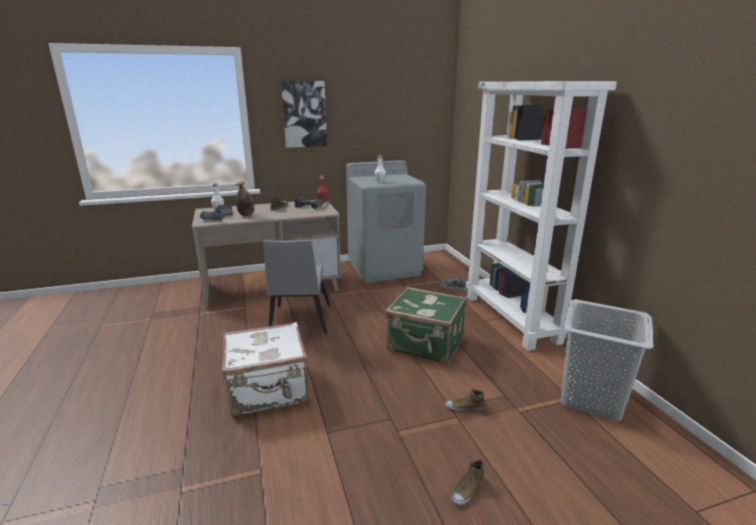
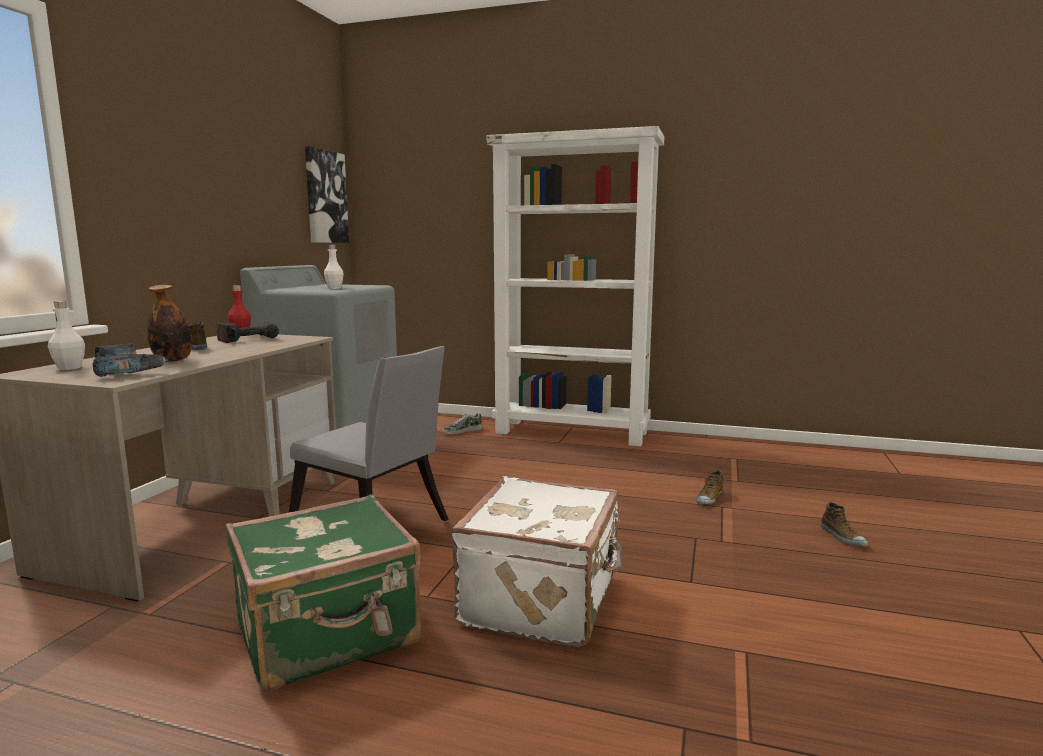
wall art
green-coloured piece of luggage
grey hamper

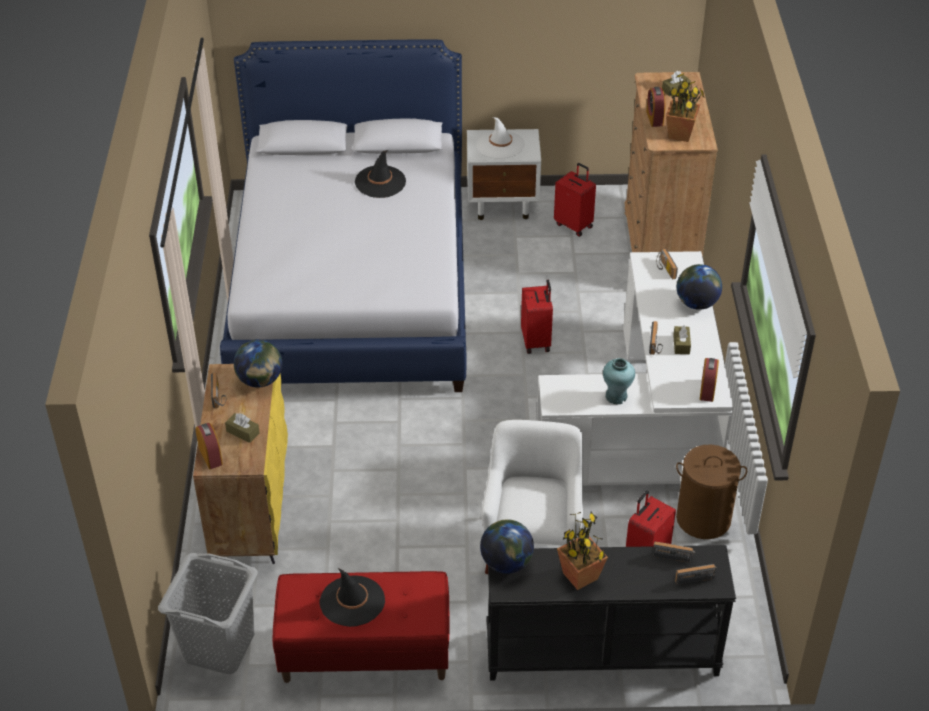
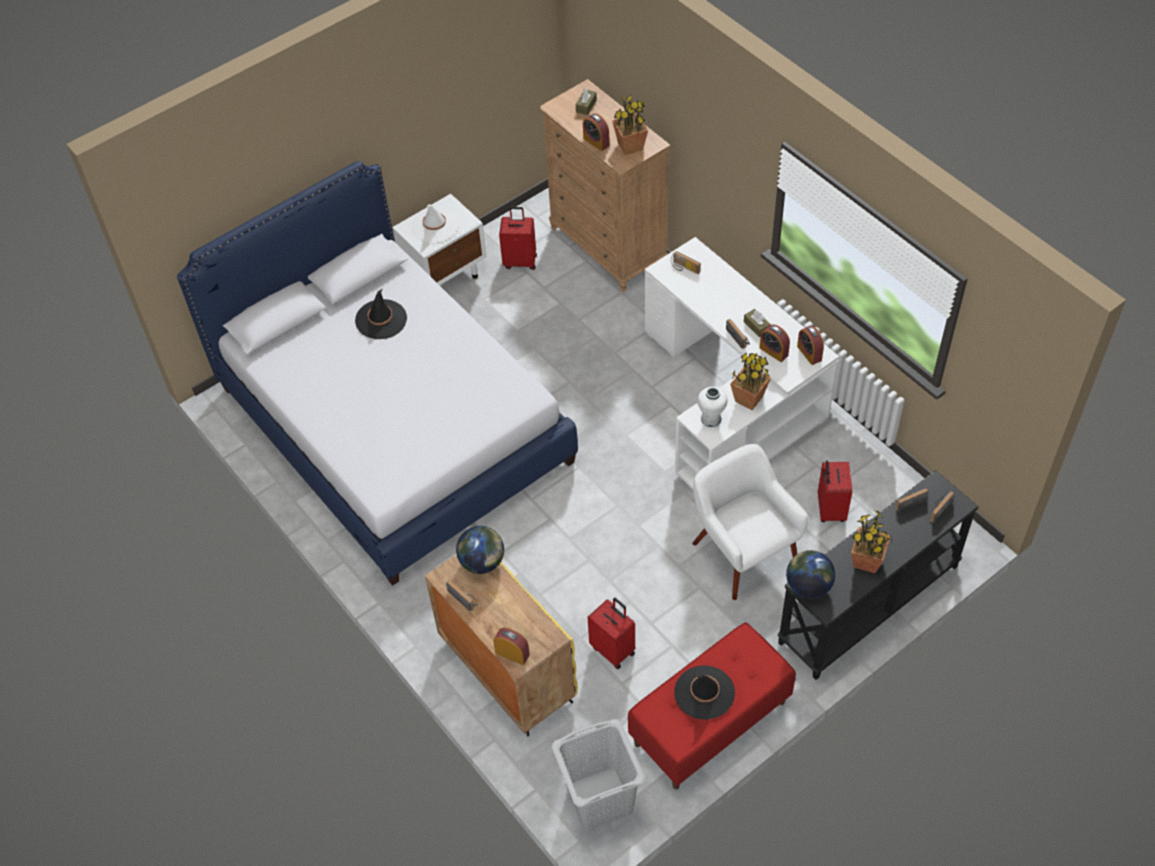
world globe (no. 3 from left in the first image)
red-coloured piece of luggage (no. 2 from left)
houseplant (no. 2 from left)
brown tissue holder (no. 1 from left in the first image)
brown hamper
bedside clock (no. 3 from left)
whitish vase

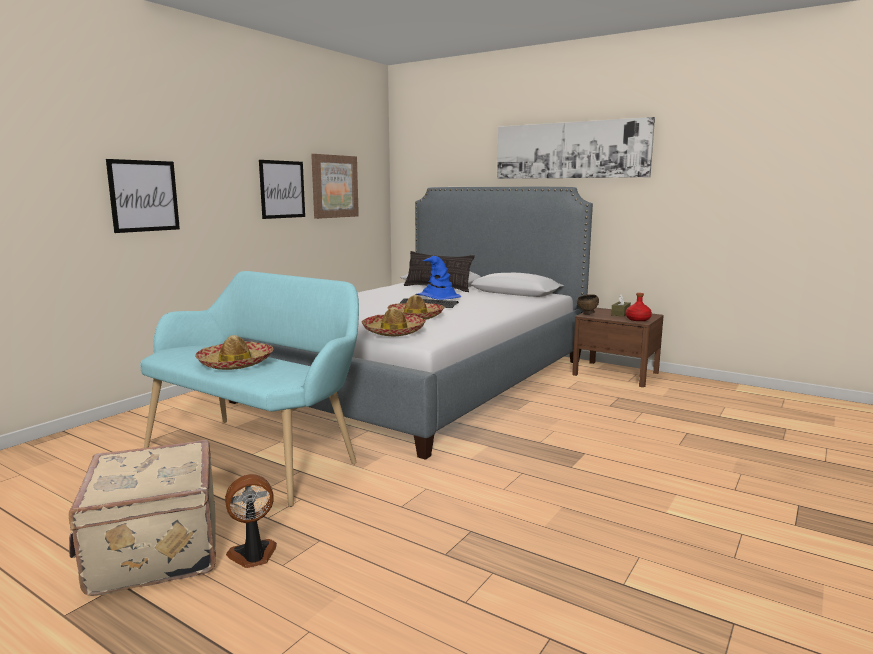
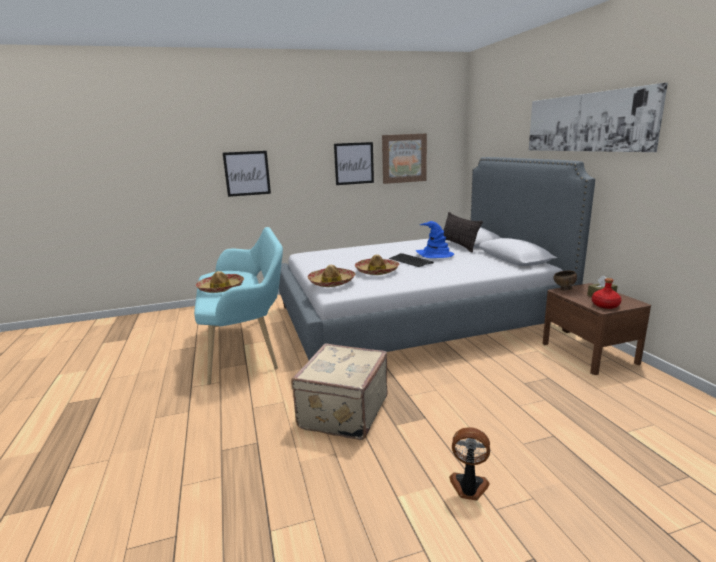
beige-coloured piece of luggage
cooling fan

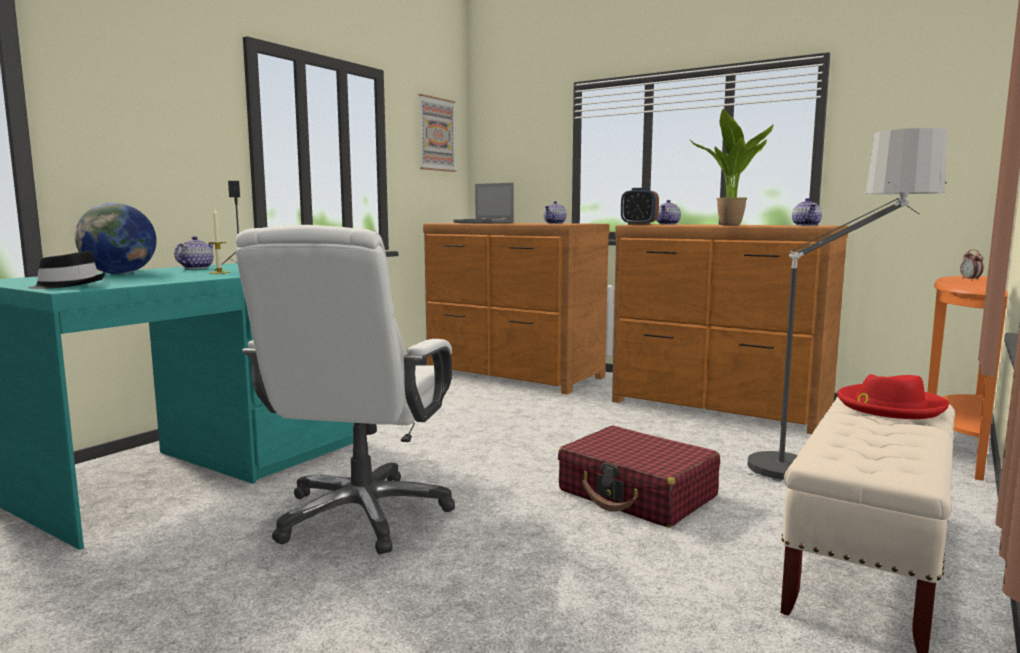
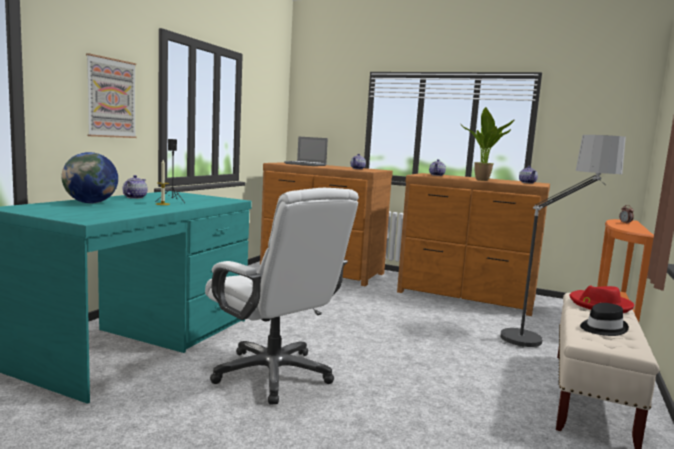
wall art
bedside clock (no. 1 from left in the first image)
whitish desk chair
black-coloured clothing hat
red-coloured piece of luggage

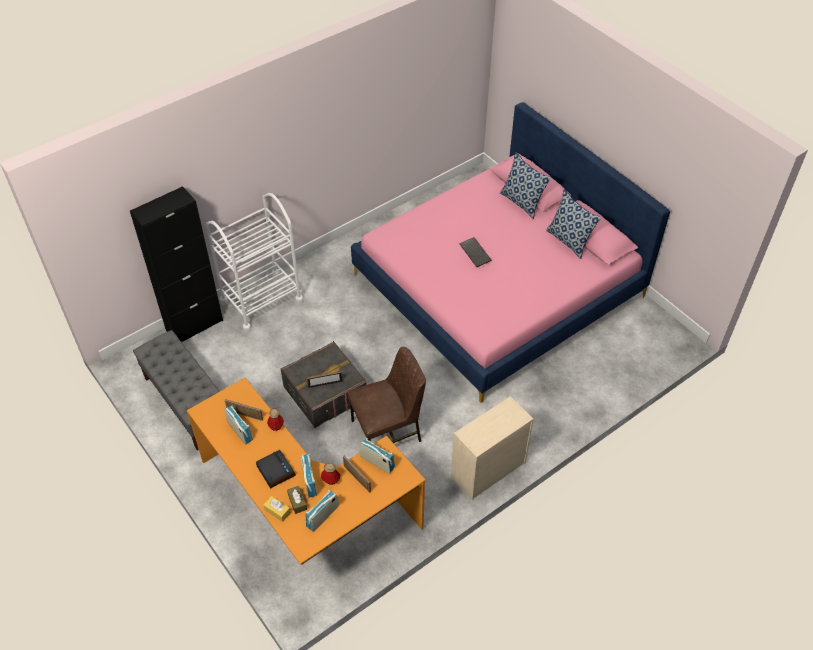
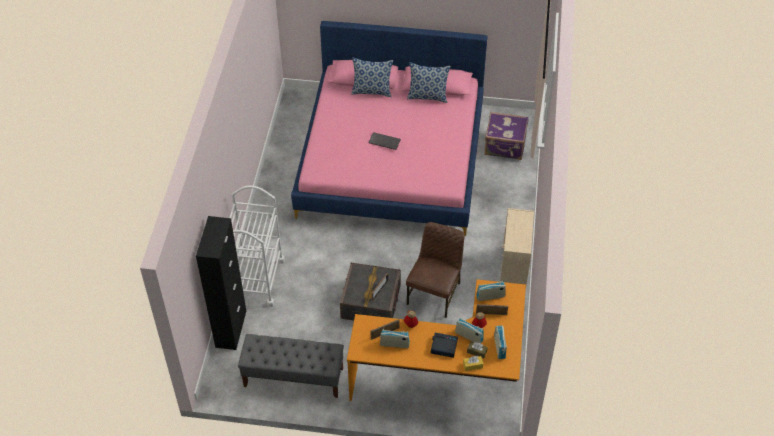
purple piece of luggage

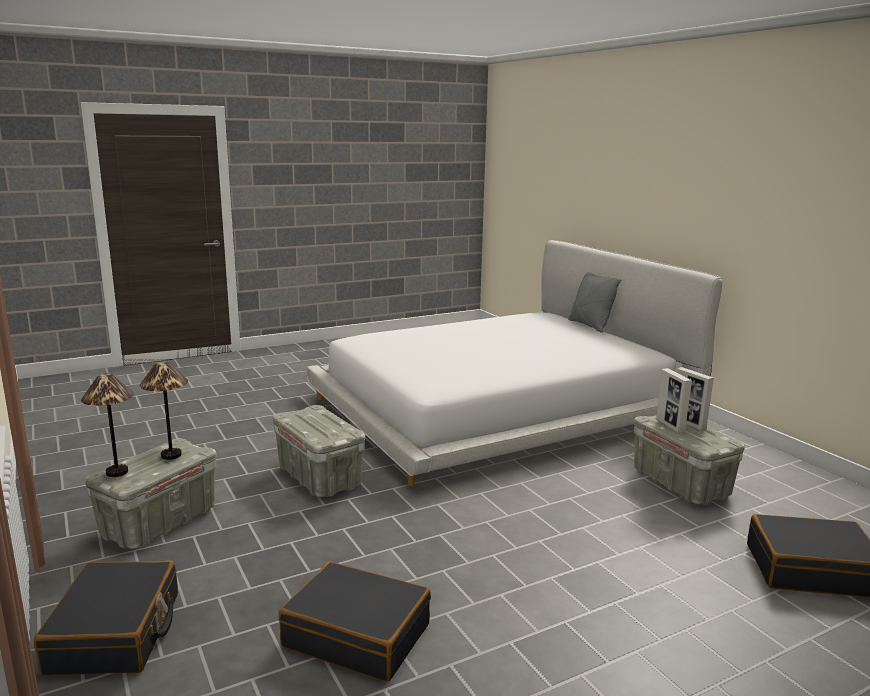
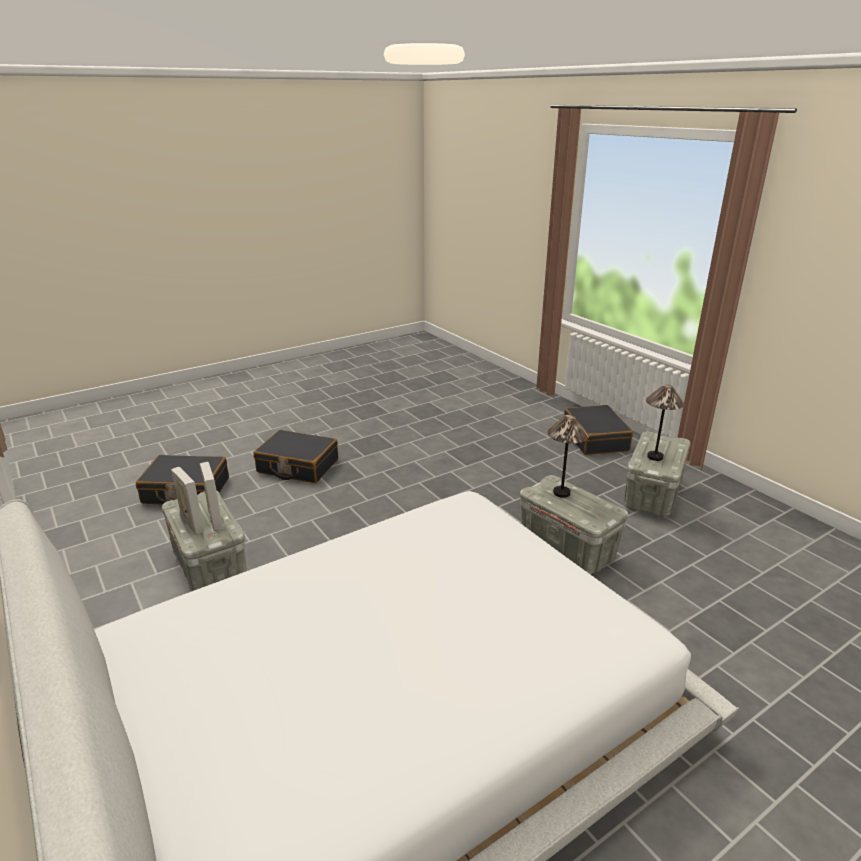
grey throw pillow
lamp for a table (no. 1 from left)
black-coloured piece of luggage (no. 2 from left)

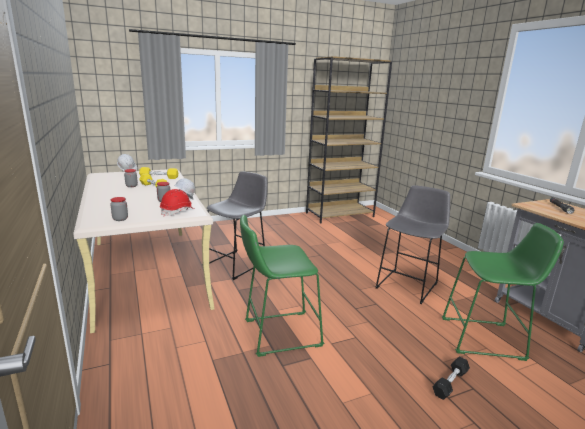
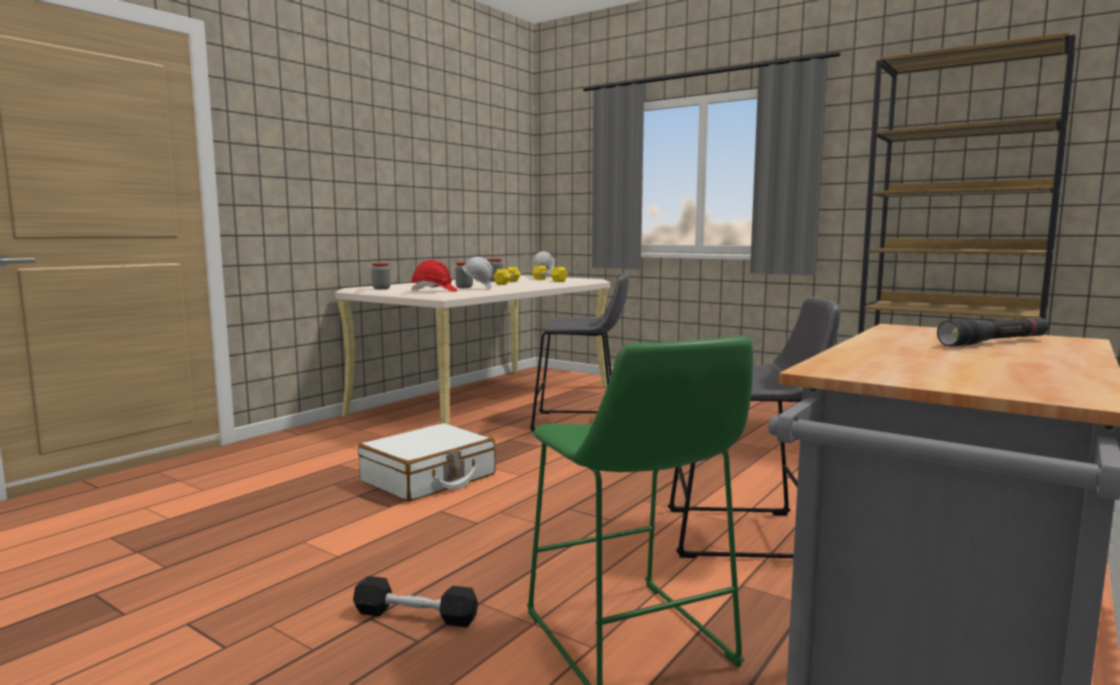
whitish piece of luggage

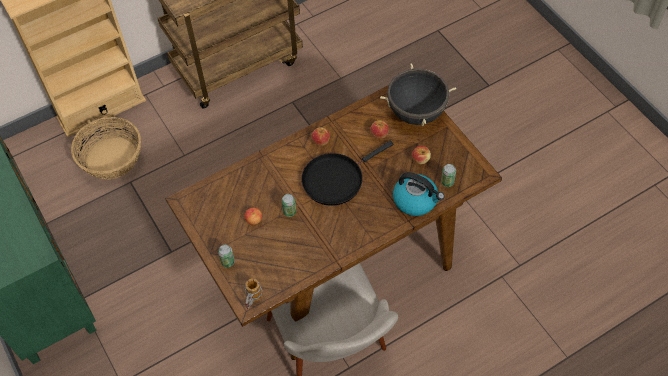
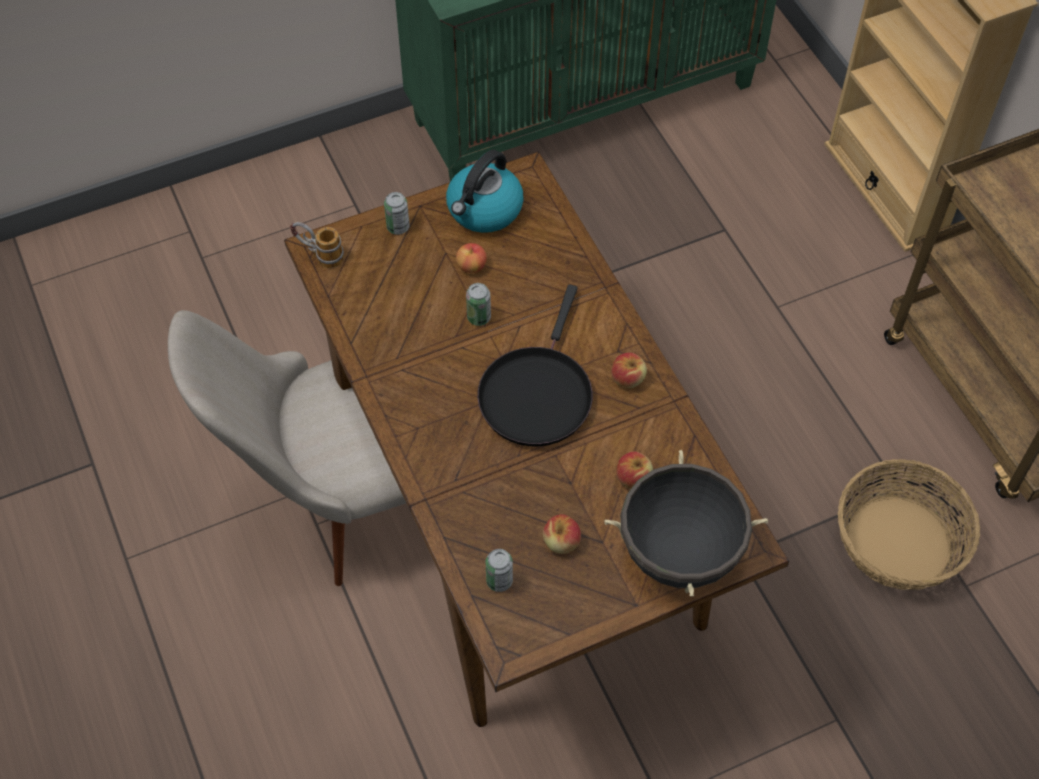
household basket
black-coloured frying pan
kettle

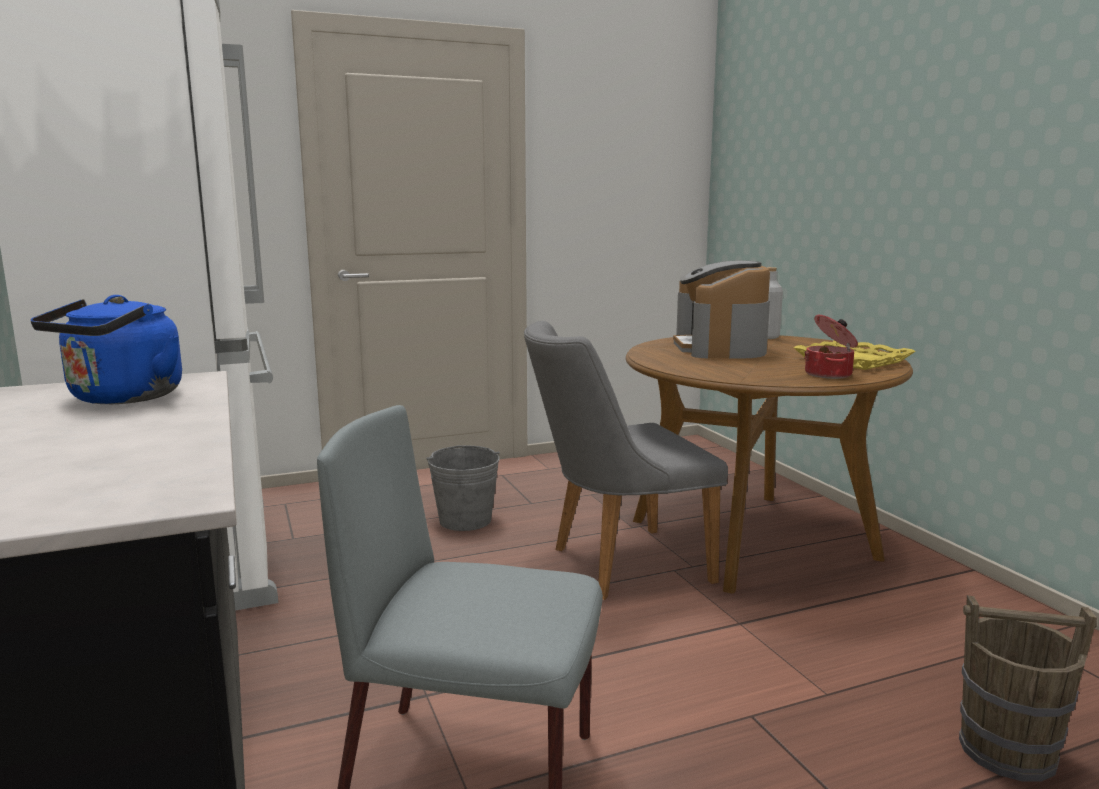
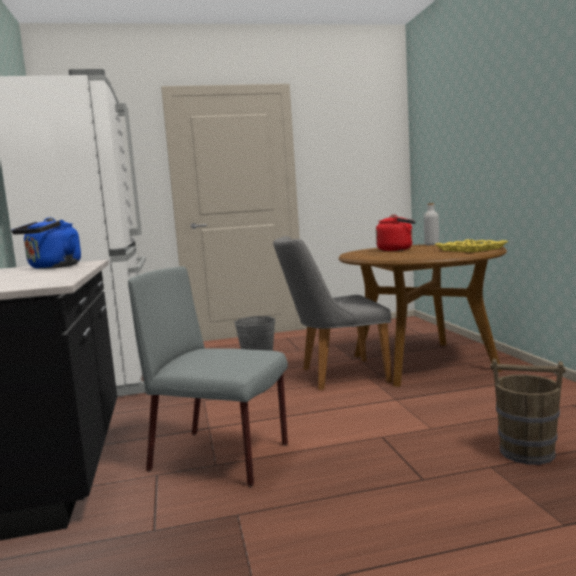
red-coloured kettle
cooking pot

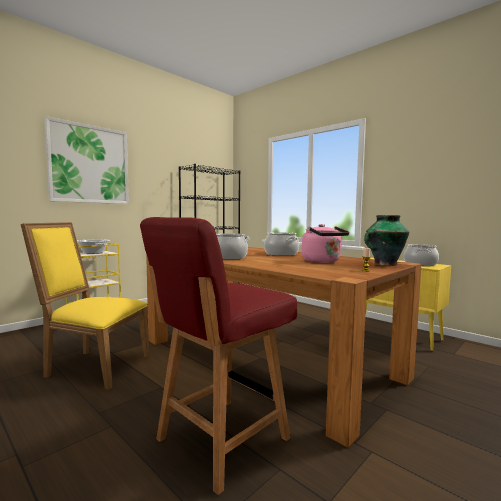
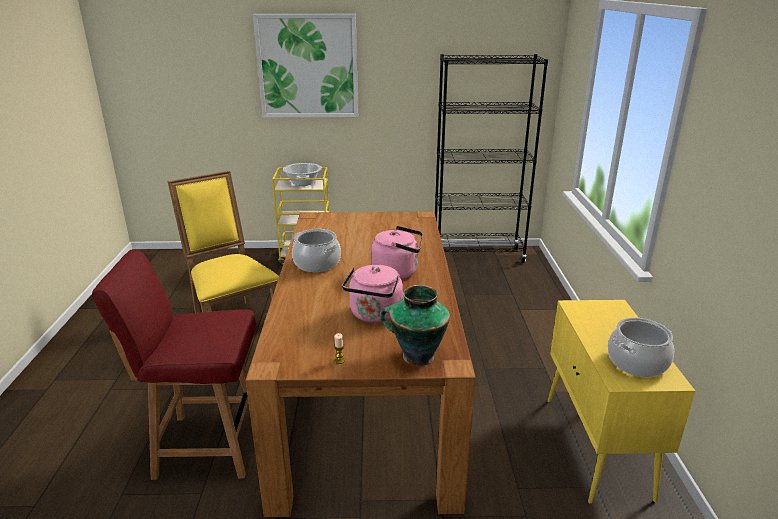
pink kettle (no. 2 from left)

